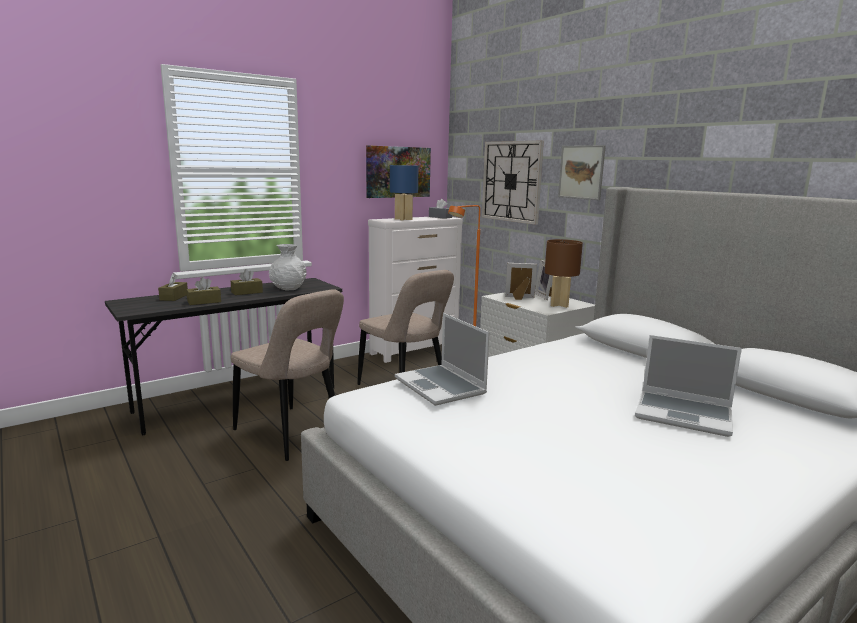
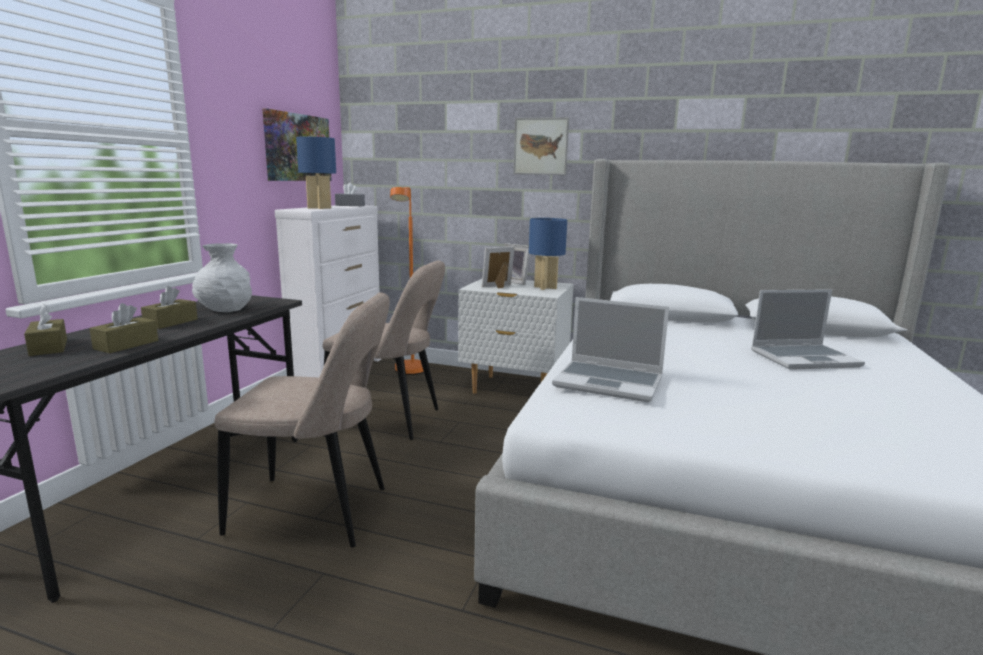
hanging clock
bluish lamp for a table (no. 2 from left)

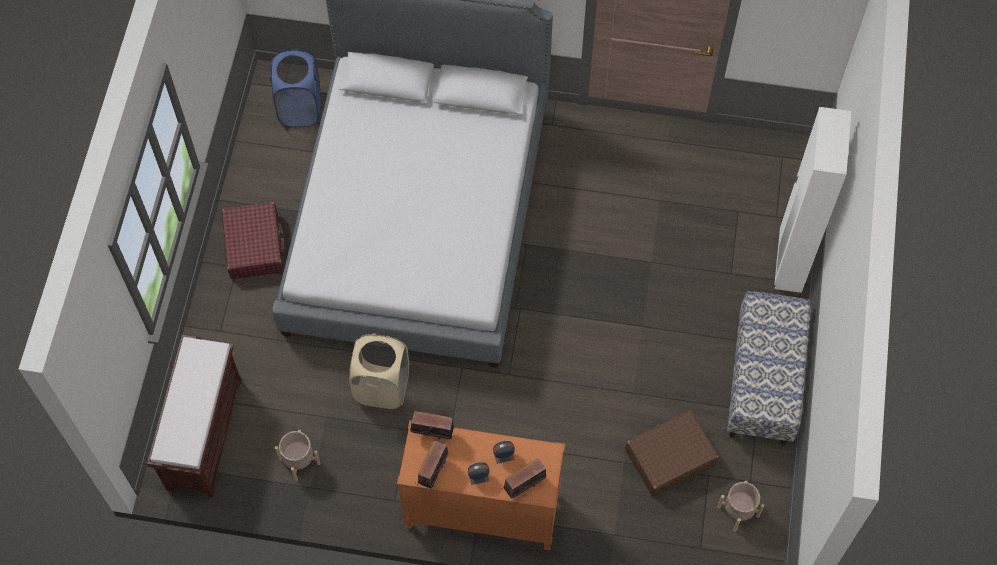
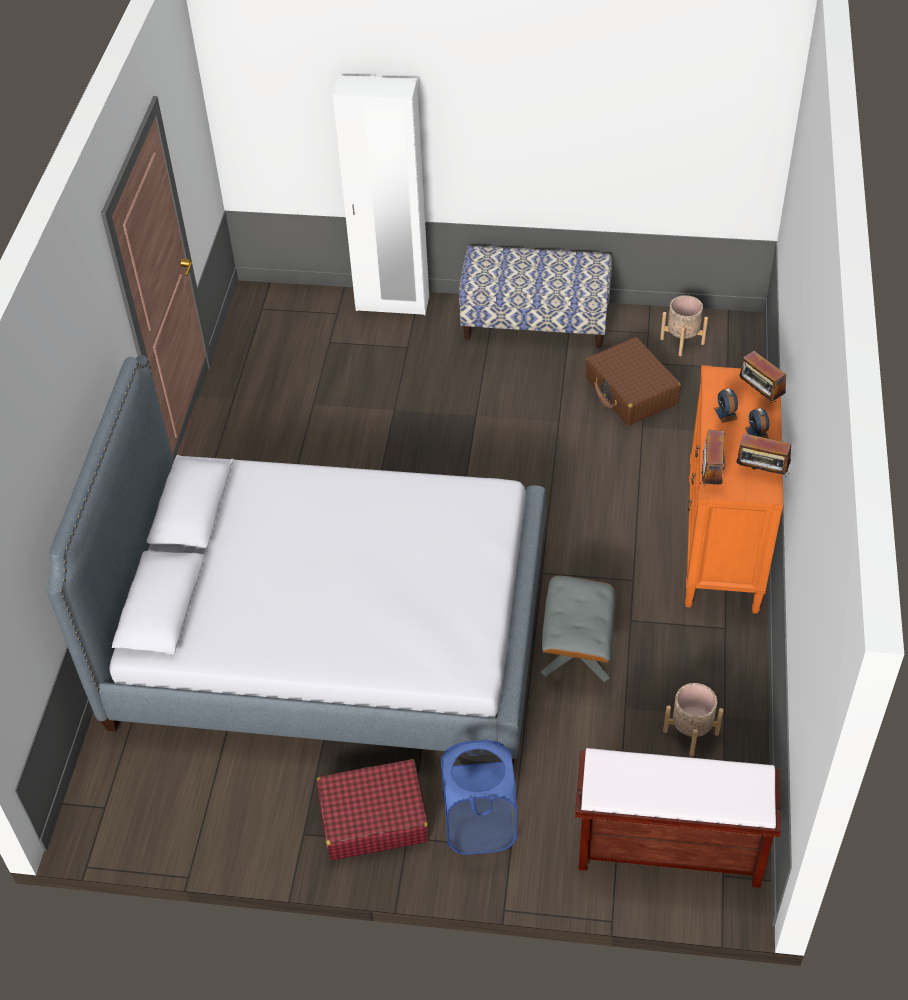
bluish hamper
grey ottoman

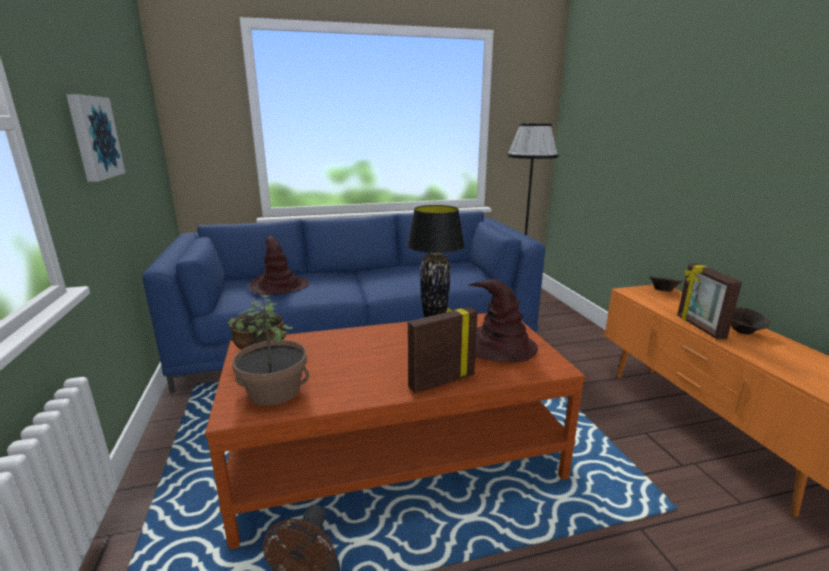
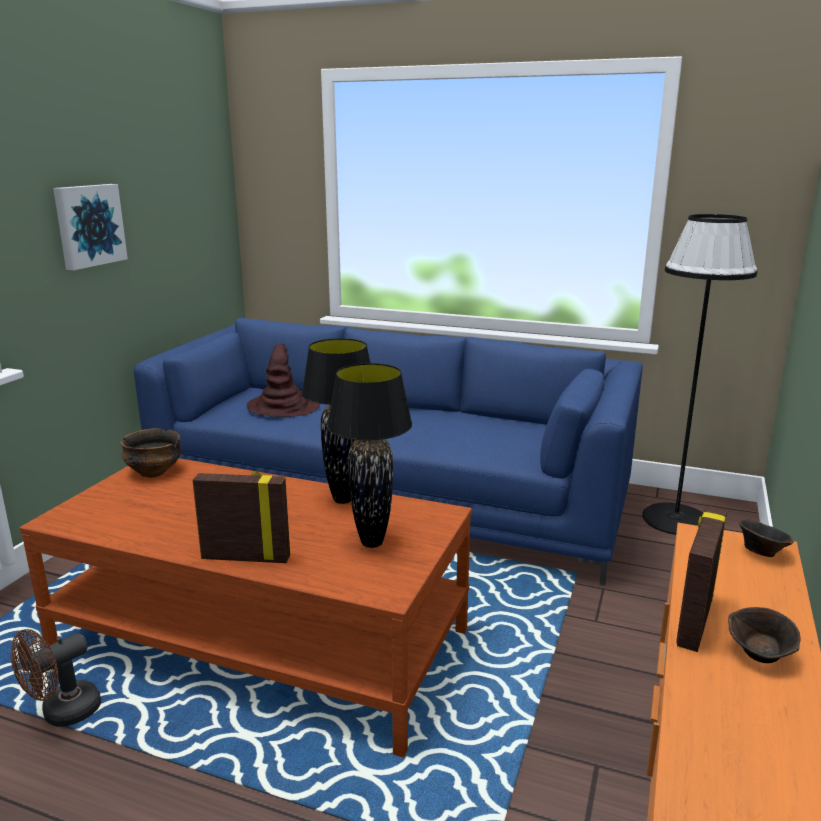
black-coloured lamp for a table (no. 2 from left)
houseplant

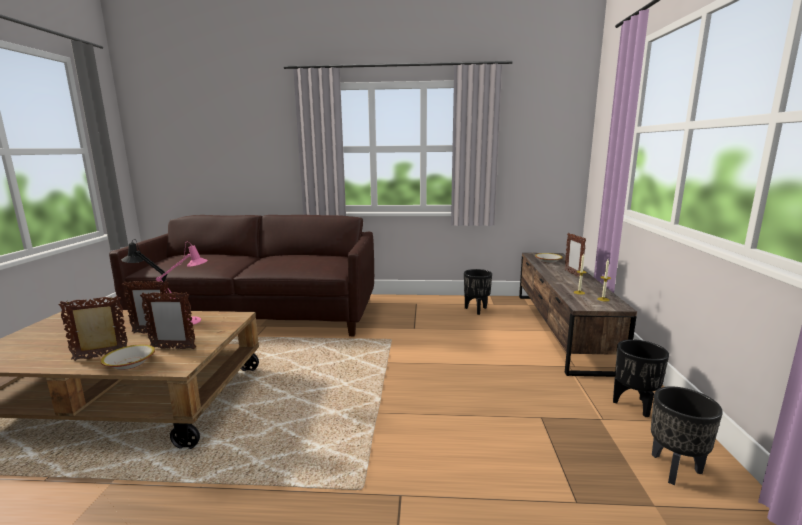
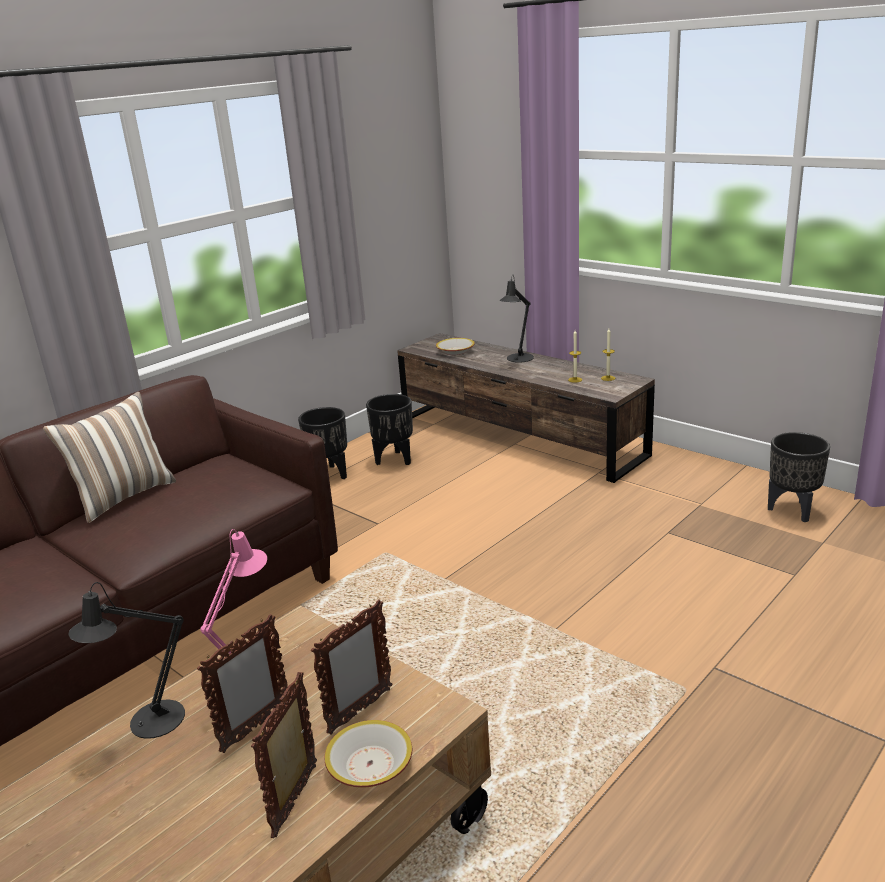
black-coloured lamp for a table (no. 2 from left)
black-coloured planter (no. 1 from left)
throw pillow

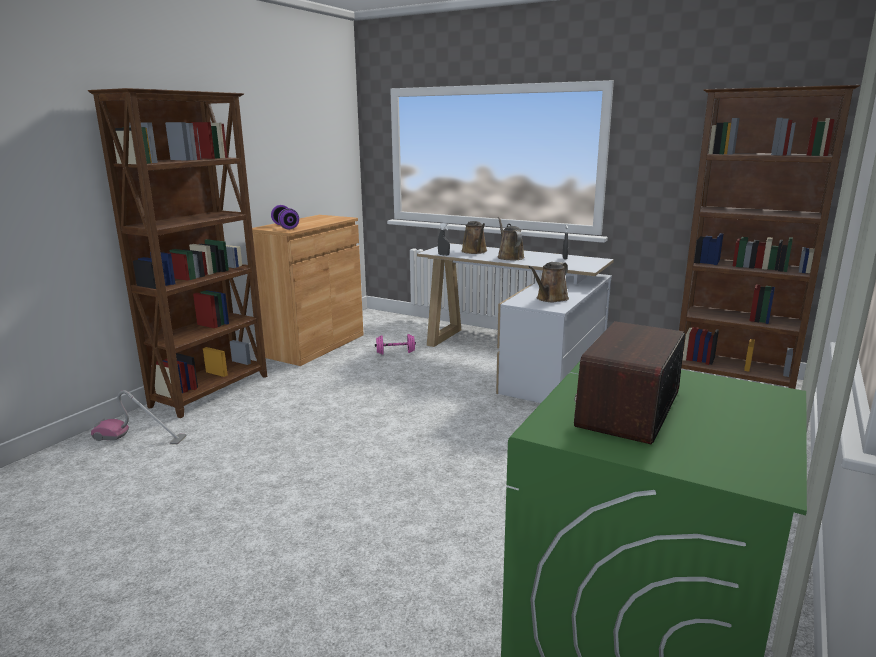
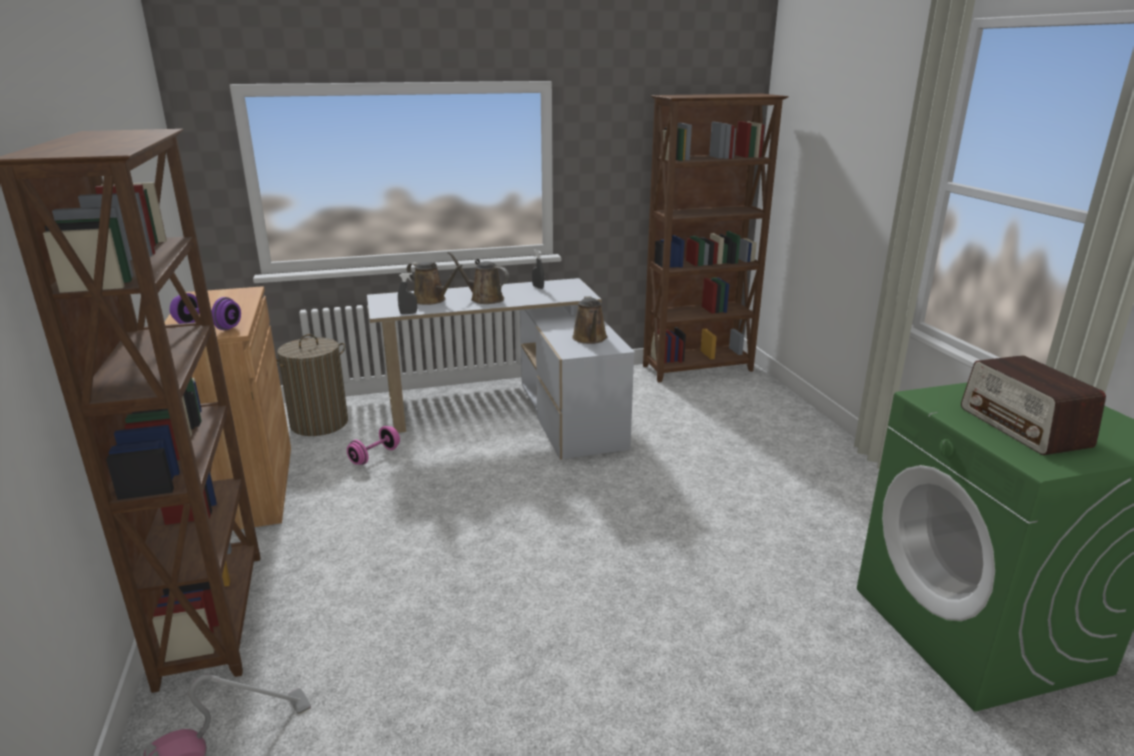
hamper

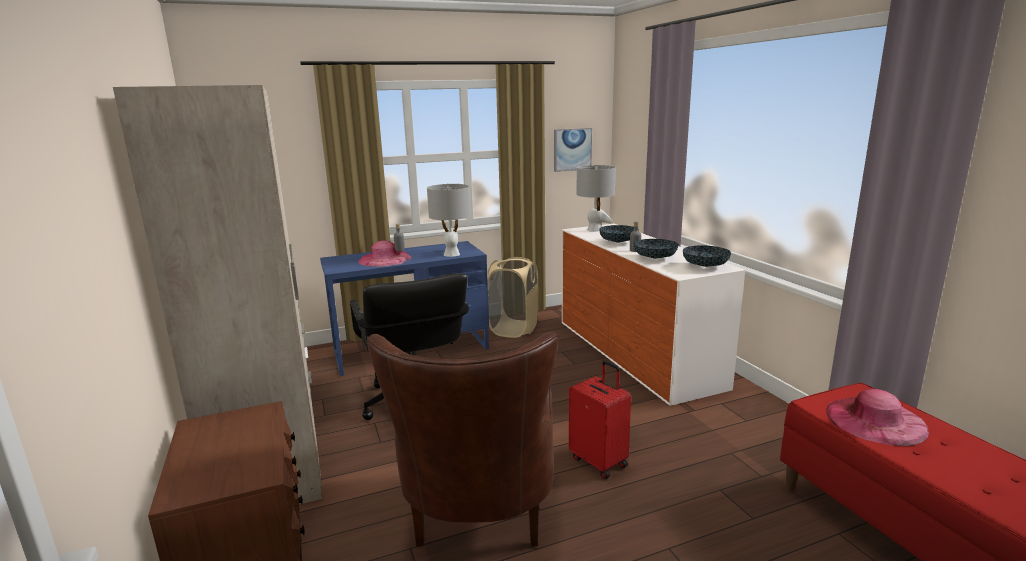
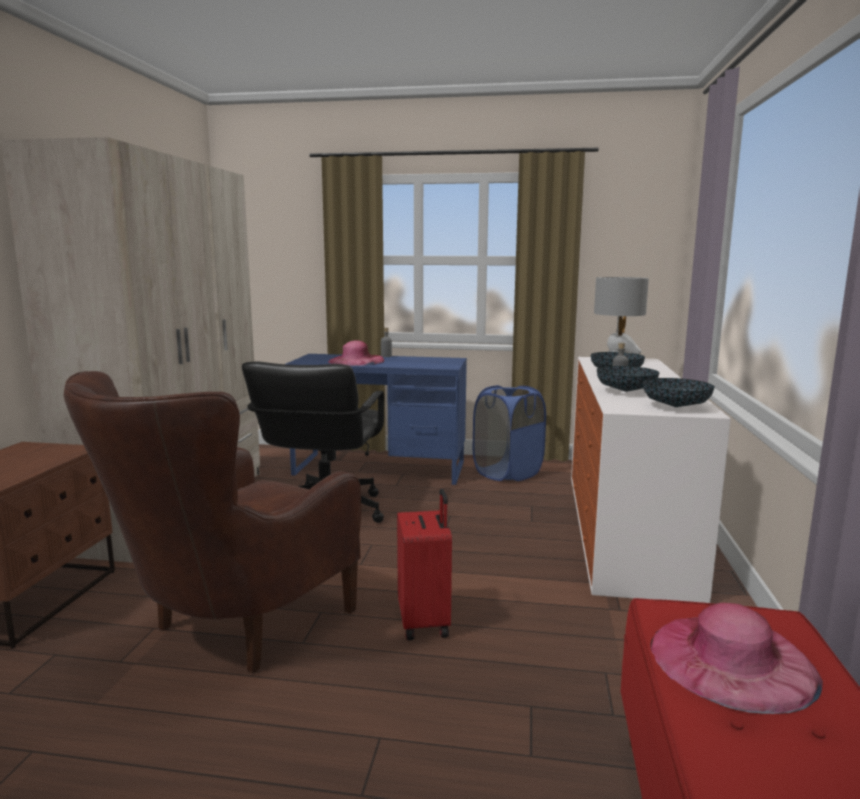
wall art
grey lamp for a table (no. 1 from left in the first image)
bluish hamper

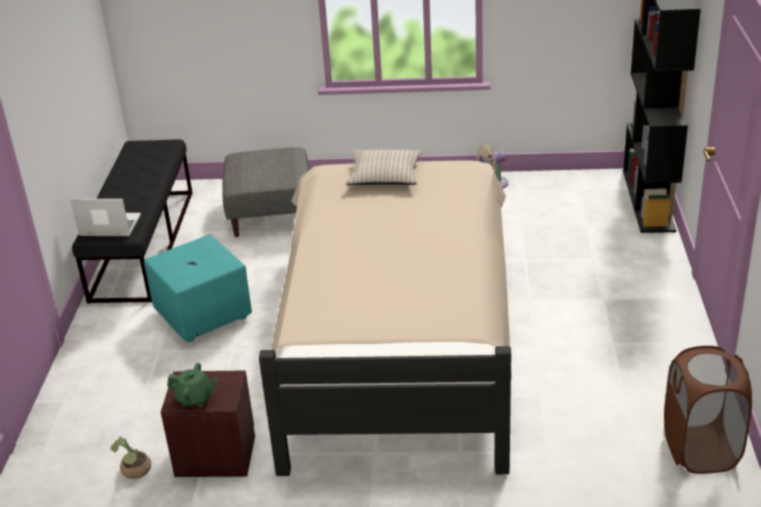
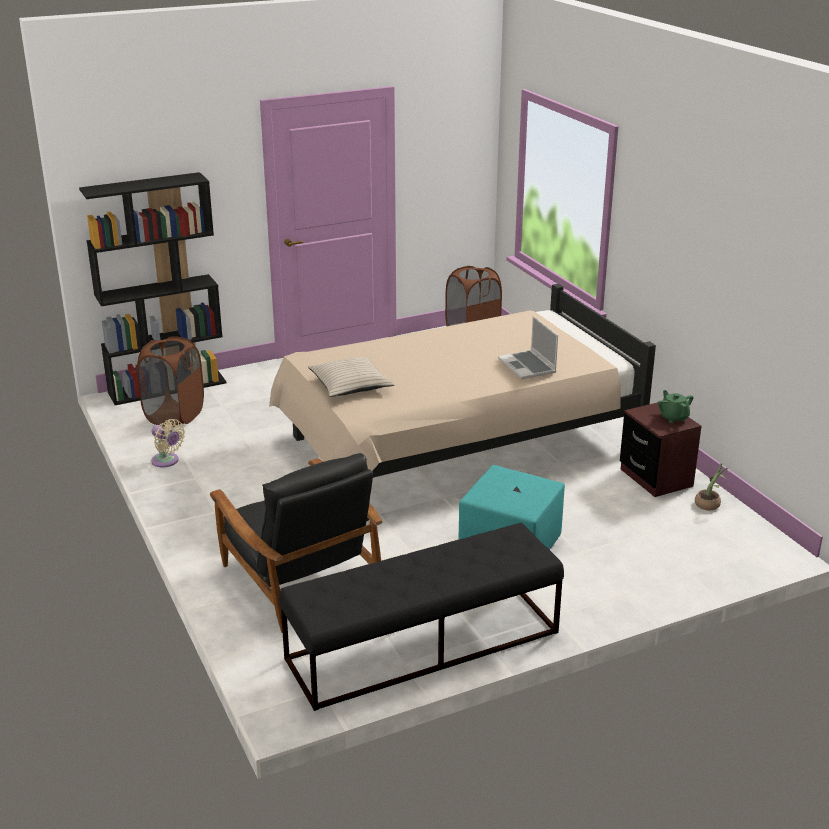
black-coloured easy chair
portable computer
brown hamper (no. 1 from left)

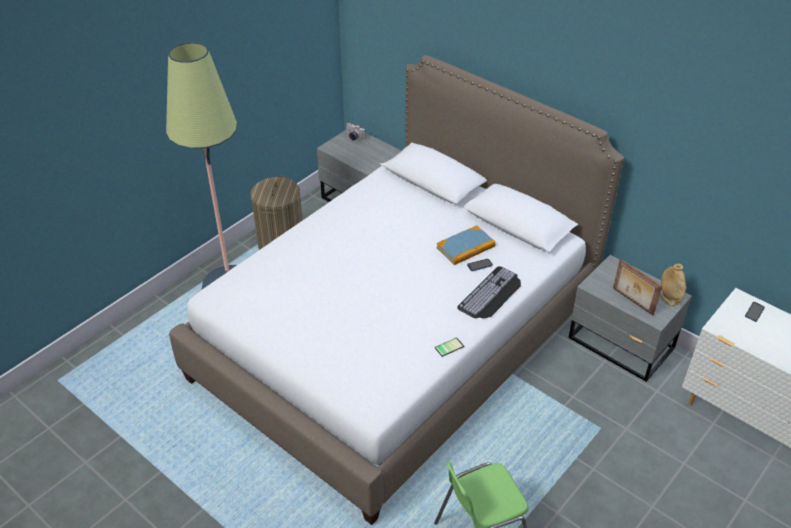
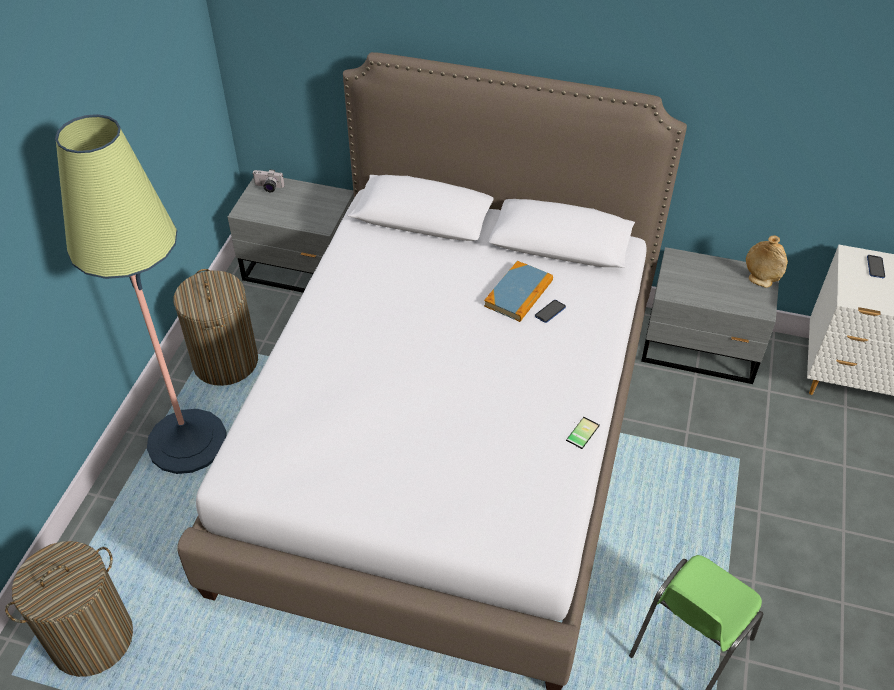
photo frame
PC keyboard
hamper (no. 1 from left)

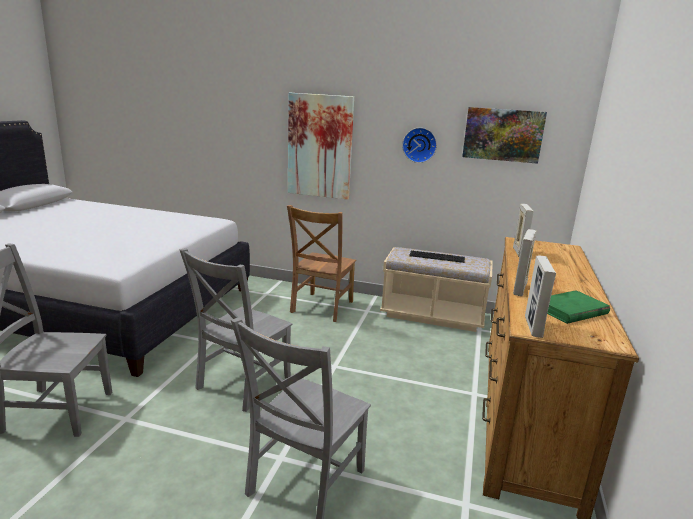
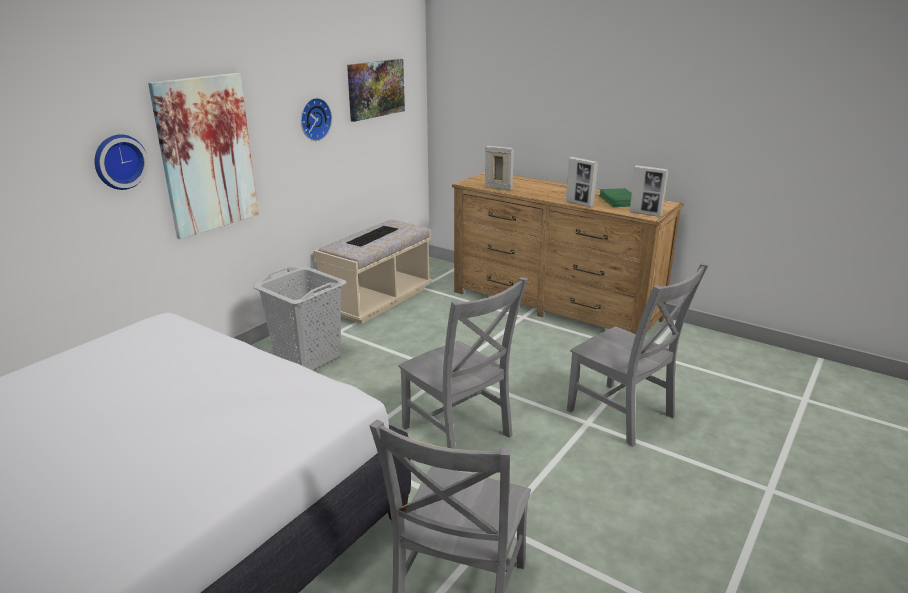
grey hamper
hanging clock (no. 1 from left)

